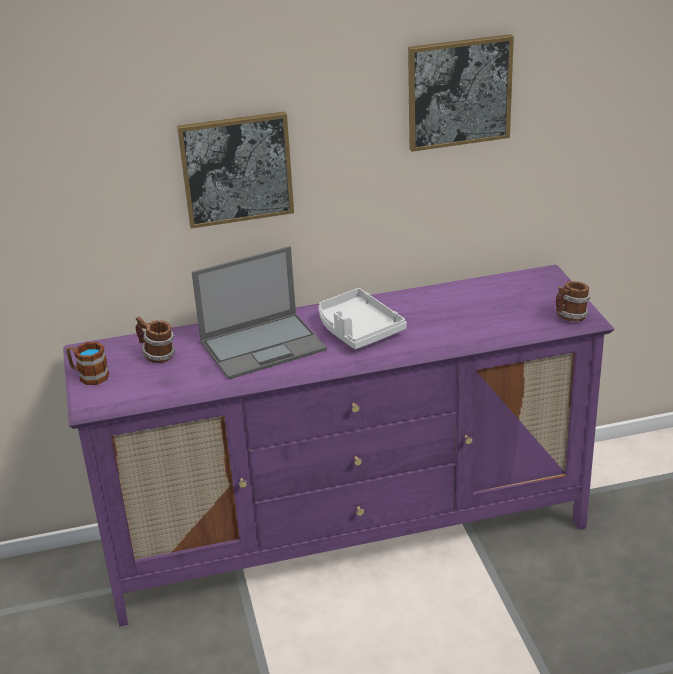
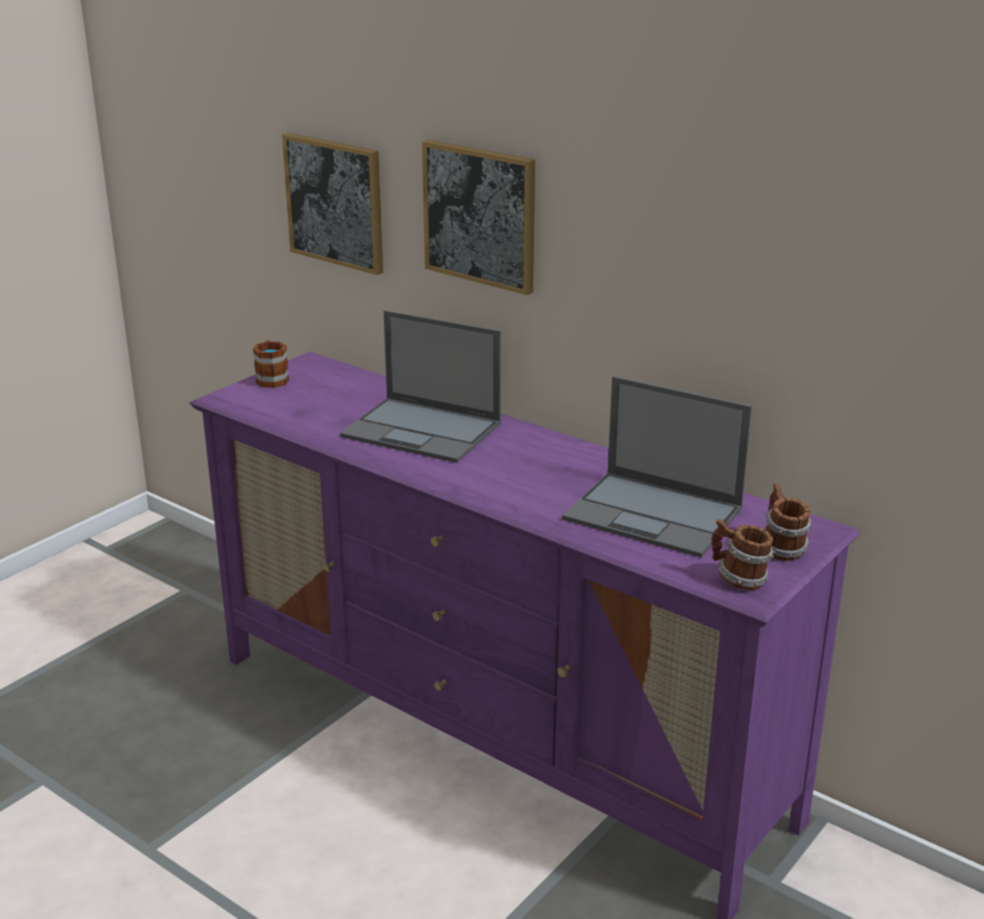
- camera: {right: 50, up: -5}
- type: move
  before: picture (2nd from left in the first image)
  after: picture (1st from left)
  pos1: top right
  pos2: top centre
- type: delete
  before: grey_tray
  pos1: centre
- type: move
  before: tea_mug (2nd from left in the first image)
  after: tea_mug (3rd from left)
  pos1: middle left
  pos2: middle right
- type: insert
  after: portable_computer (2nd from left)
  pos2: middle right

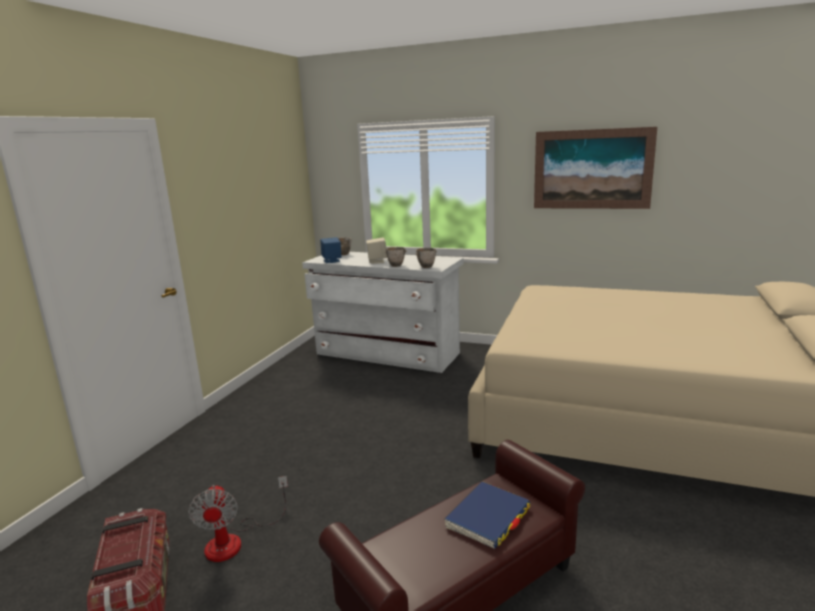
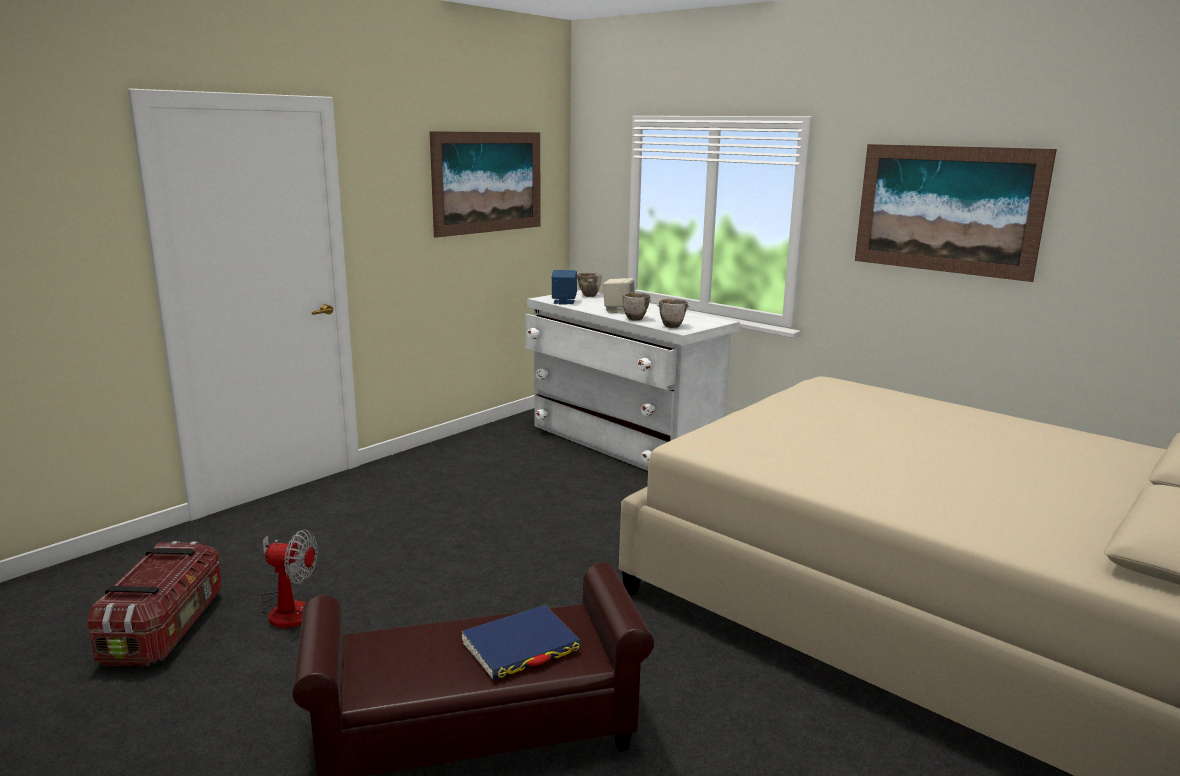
- camera: {right: 20, up: 0}
- type: rotate
  before: cooling_fan
  pos1: bottom left
  pos2: bottom left
  turn: -90
- type: insert
  after: picture (1st from left)
  pos2: top centre

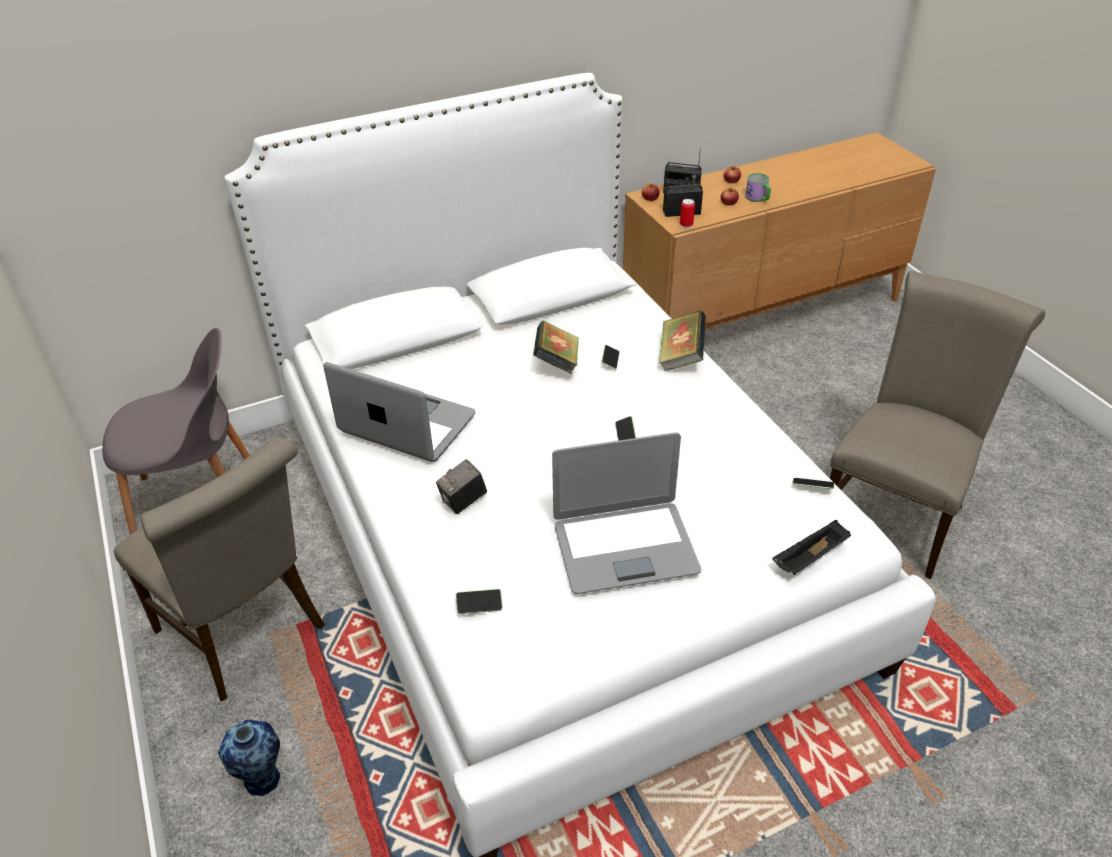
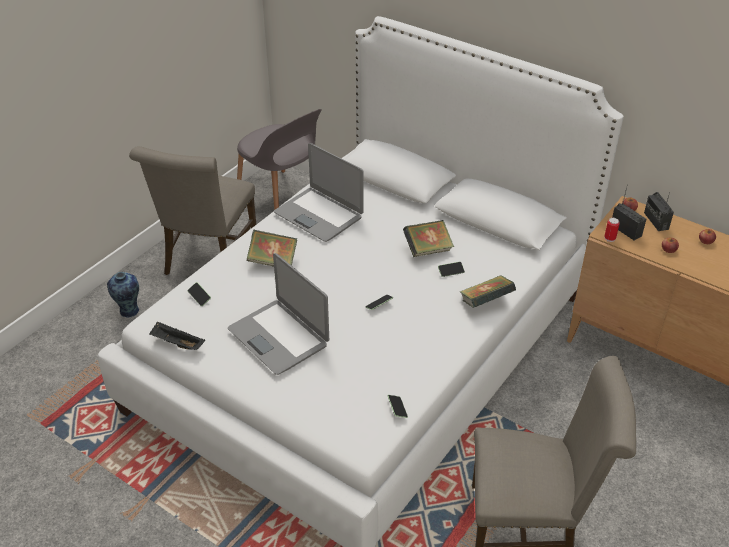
- camera: {right: 60, up: 0}
- type: delete
  before: tea_mug
  pos1: top right
- type: rotate
  before: portable_computer (1st from left in the first image)
  pos1: centre
  pos2: centre
  turn: 135
- type: replace
  before: photo_camera
  after: book (1st from left)
  pos1: centre
  pos2: centre
- type: move
  before: blackish_tray
  pos1: middle right
  pos2: middle left

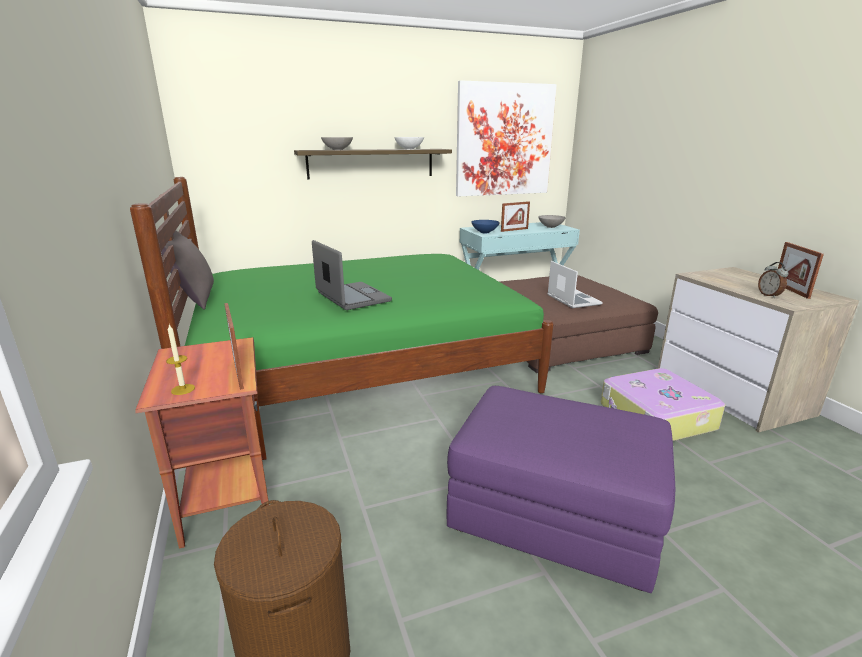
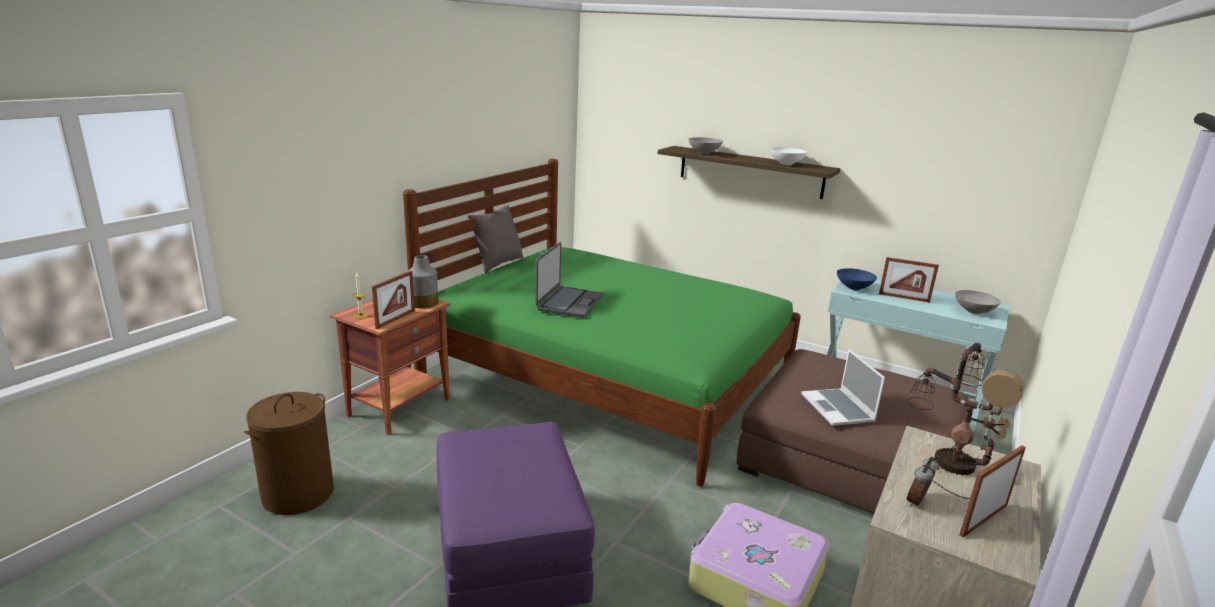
- camera: {right: 50, up: 0}
- type: delete
  before: picture
  pos1: top centre
- type: rotate
  before: portable_computer (2nd from left)
  pos1: middle right
  pos2: middle right
  turn: 135
- type: insert
  after: grey_vase
  pos2: centre
- type: insert
  after: tabletop_lamp
  pos2: bottom right

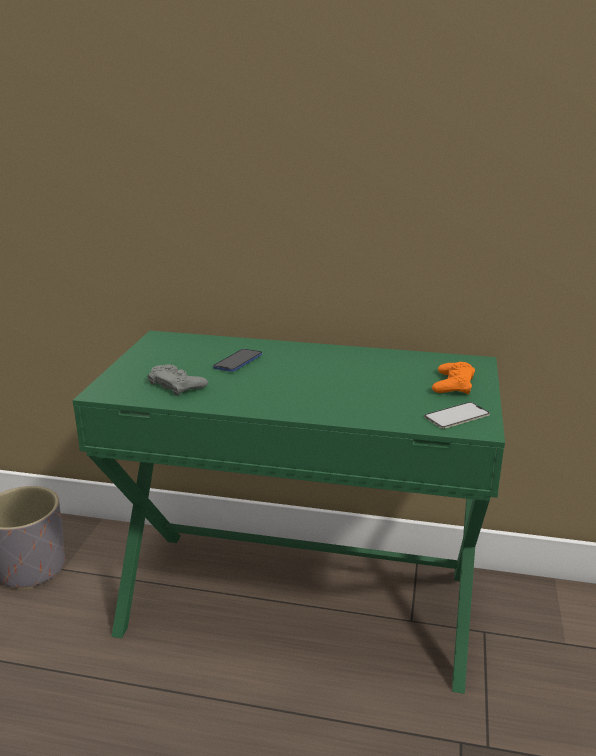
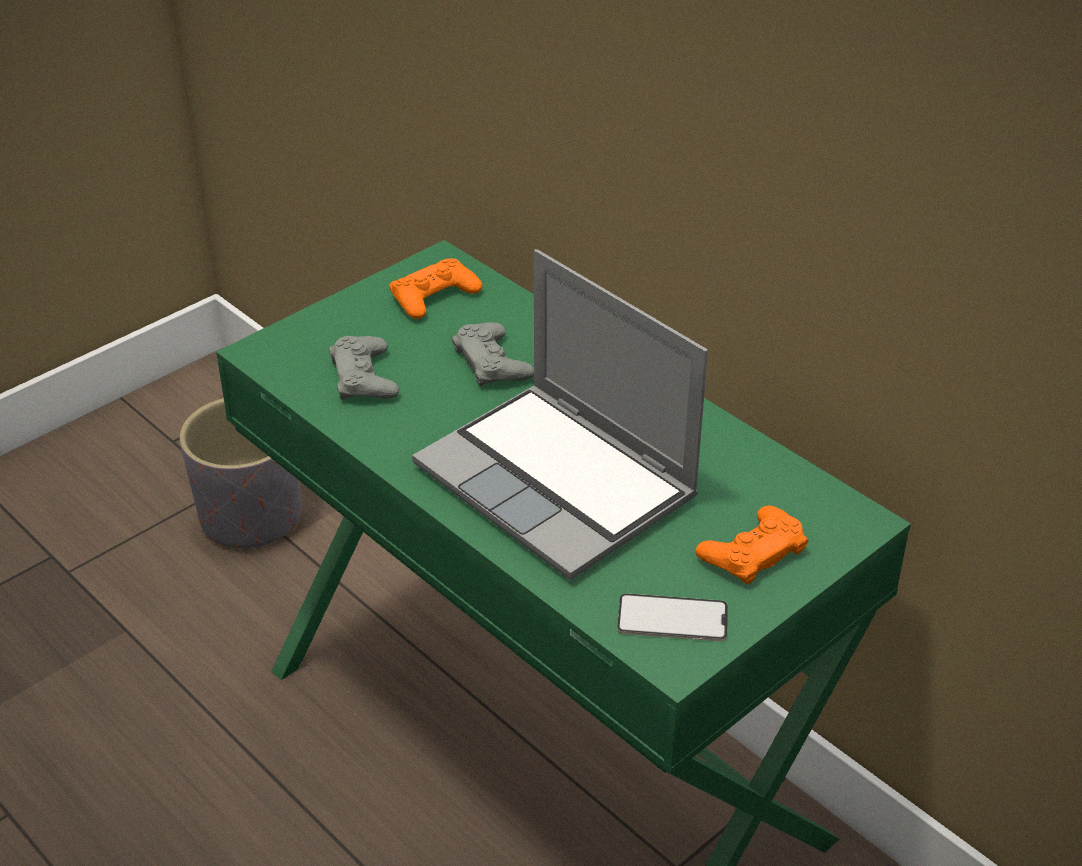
- camera: {right: 35, up: 15}
- type: replace
  before: handset (1st from left)
  after: grey_gamepad (2nd from left)
  pos1: centre
  pos2: centre
- type: insert
  after: portable_computer
  pos2: centre
- type: insert
  after: orangey_gamepad (1st from left)
  pos2: top centre

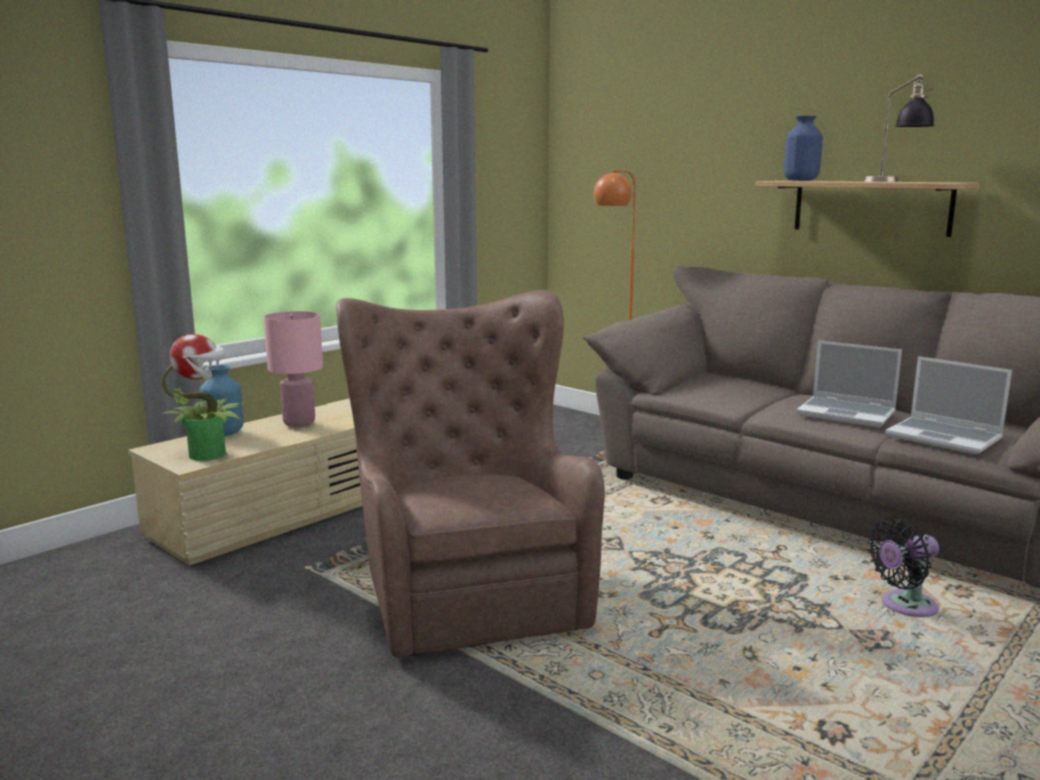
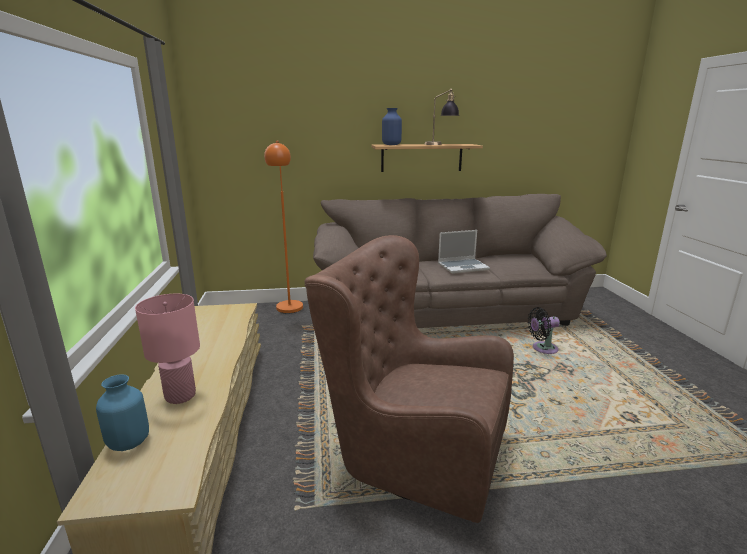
- camera: {right: -50, up: 5}
- type: delete
  before: plant_in_a_pot
  pos1: middle left
- type: delete
  before: portable_computer (2nd from left)
  pos1: middle right
- type: rotate
  before: blackish_cooling_fan
  pos1: bottom right
  pos2: middle right
  turn: 60

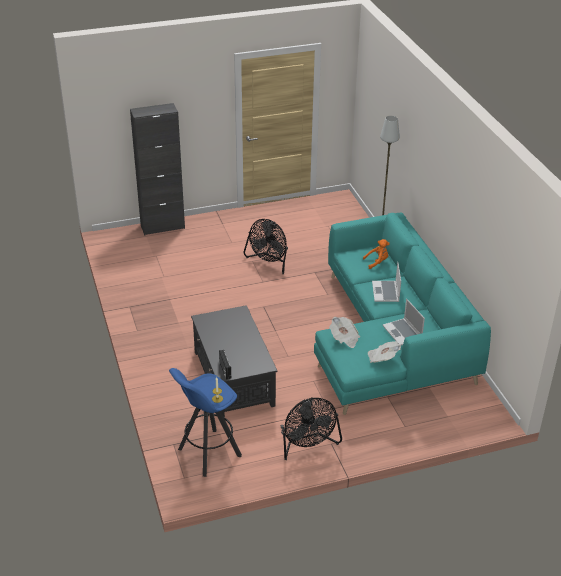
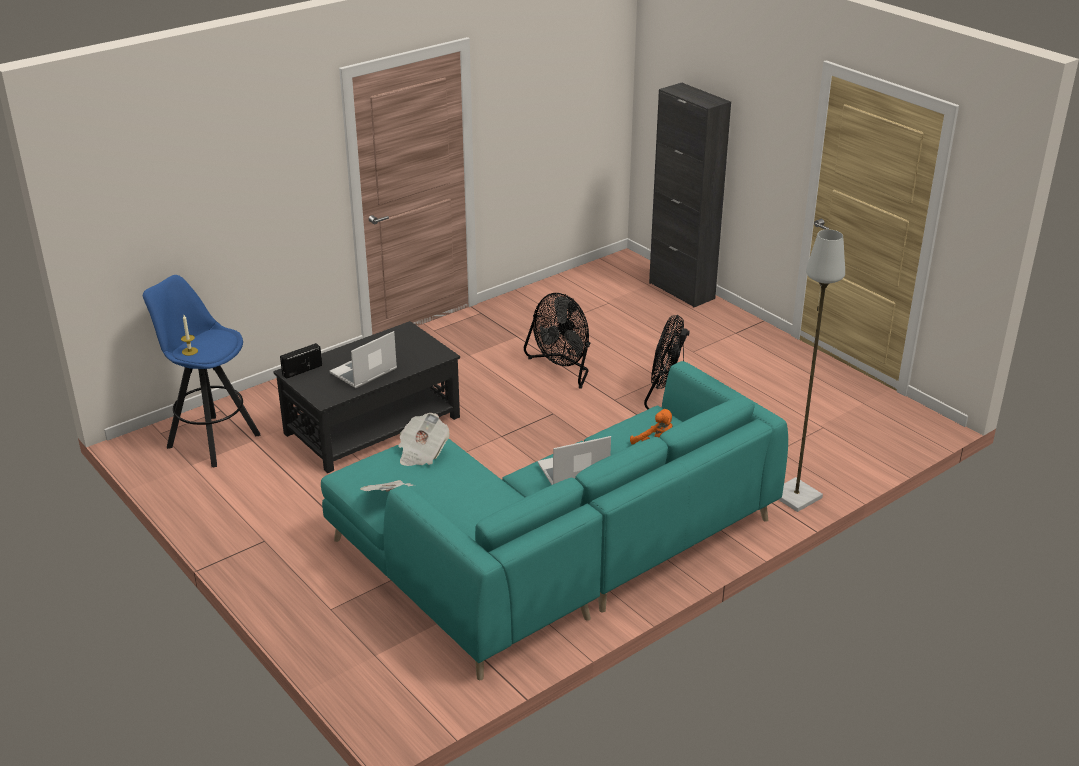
- camera: {right: 70, up: -5}
- type: move
  before: portable_computer (2nd from left in the first image)
  after: portable_computer (1st from left)
  pos1: middle right
  pos2: centre
- type: move
  before: blackish_cooling_fan (2nd from left in the first image)
  after: blackish_cooling_fan (1st from left)
  pos1: bottom centre
  pos2: centre

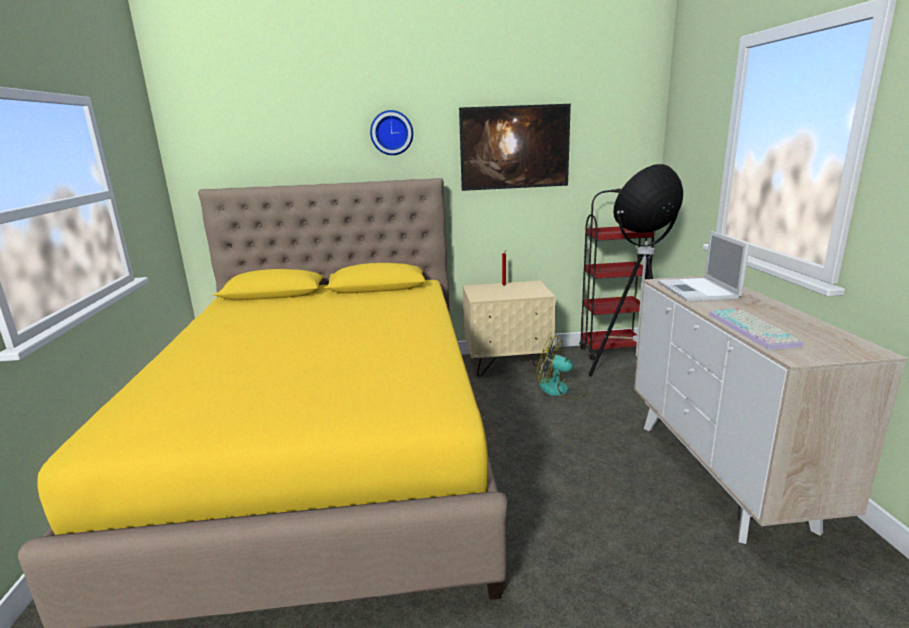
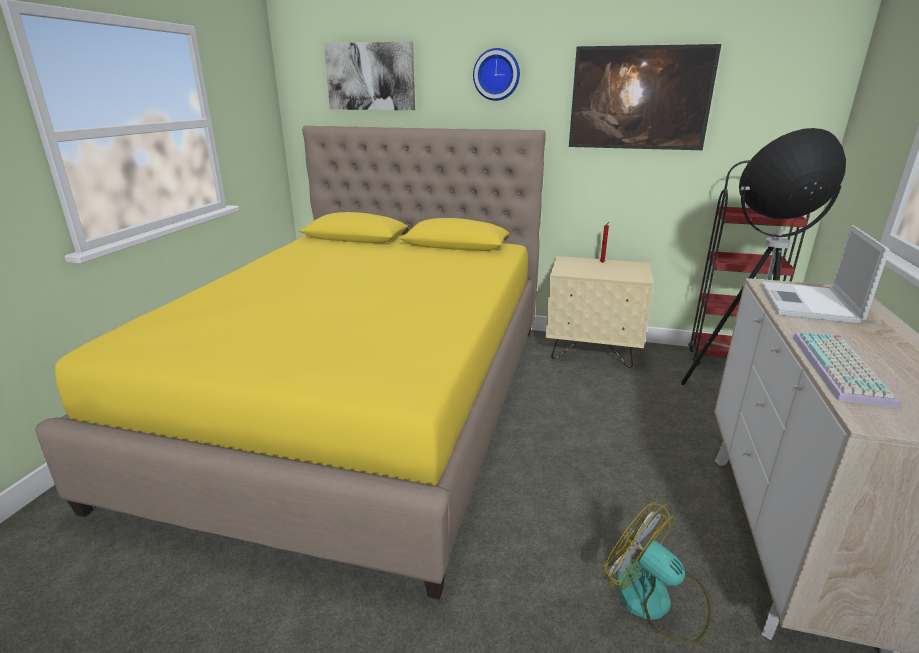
- camera: {right: 20, up: 5}
- type: move
  before: cooling_fan
  pos1: centre
  pos2: bottom right
- type: insert
  after: picture (1st from left)
  pos2: top centre

